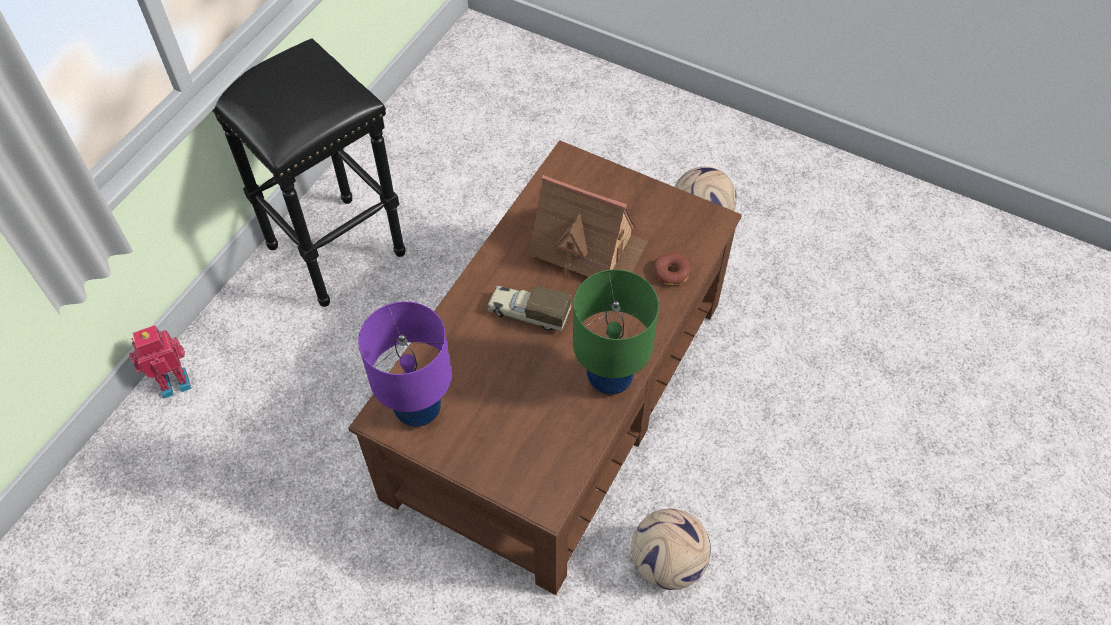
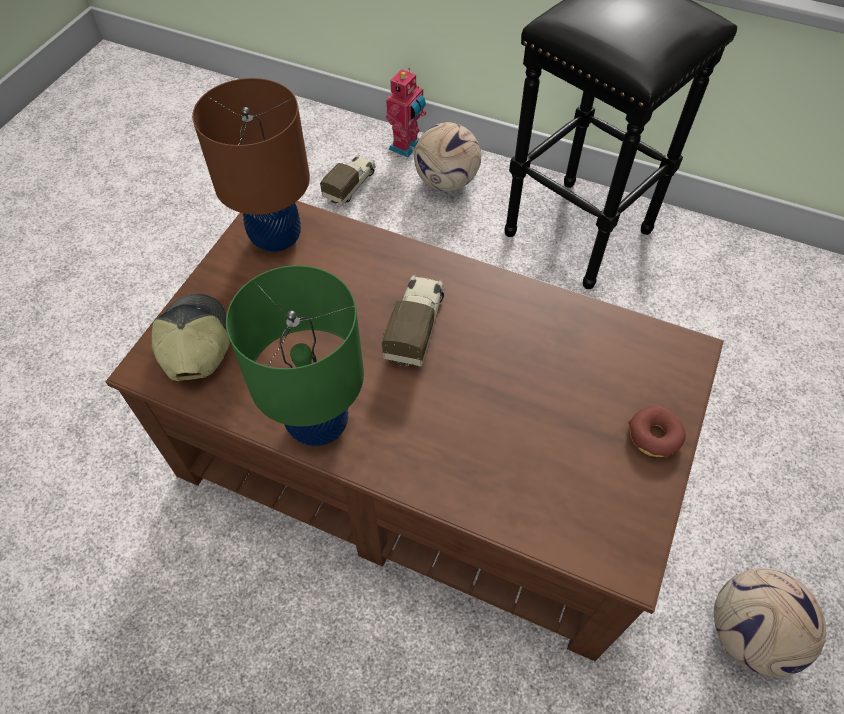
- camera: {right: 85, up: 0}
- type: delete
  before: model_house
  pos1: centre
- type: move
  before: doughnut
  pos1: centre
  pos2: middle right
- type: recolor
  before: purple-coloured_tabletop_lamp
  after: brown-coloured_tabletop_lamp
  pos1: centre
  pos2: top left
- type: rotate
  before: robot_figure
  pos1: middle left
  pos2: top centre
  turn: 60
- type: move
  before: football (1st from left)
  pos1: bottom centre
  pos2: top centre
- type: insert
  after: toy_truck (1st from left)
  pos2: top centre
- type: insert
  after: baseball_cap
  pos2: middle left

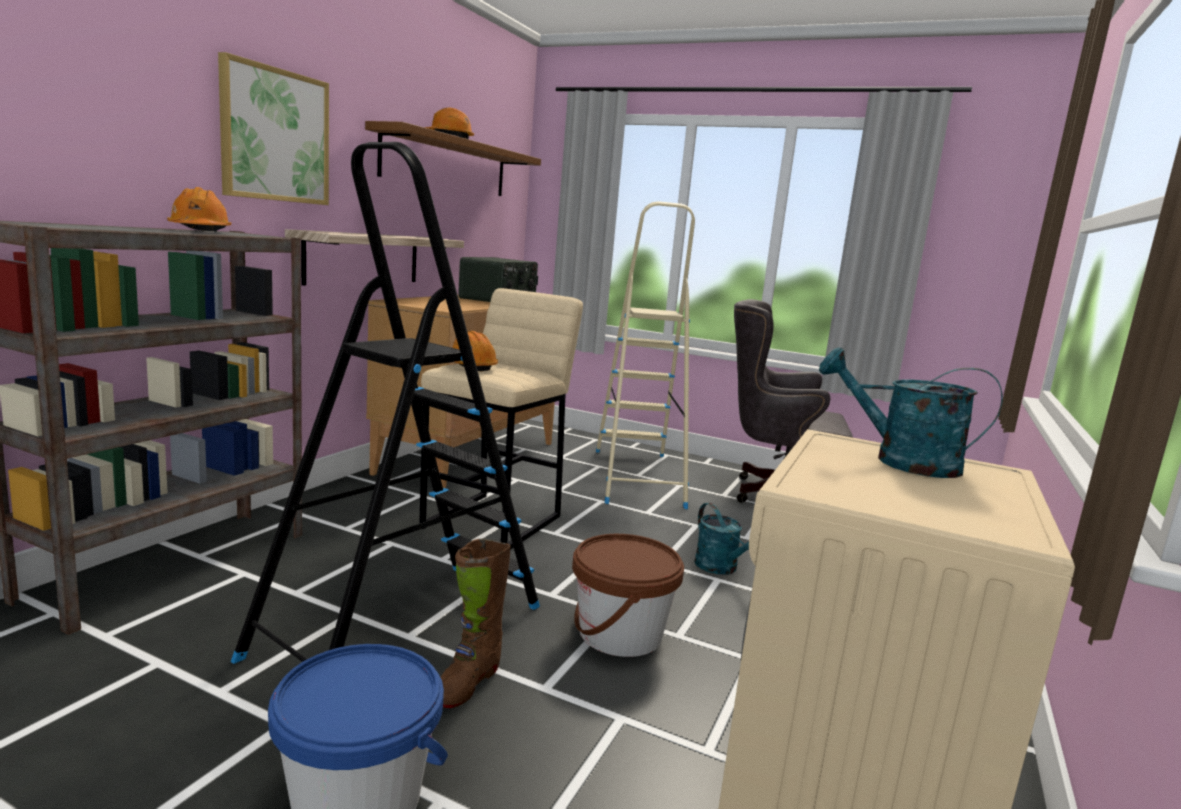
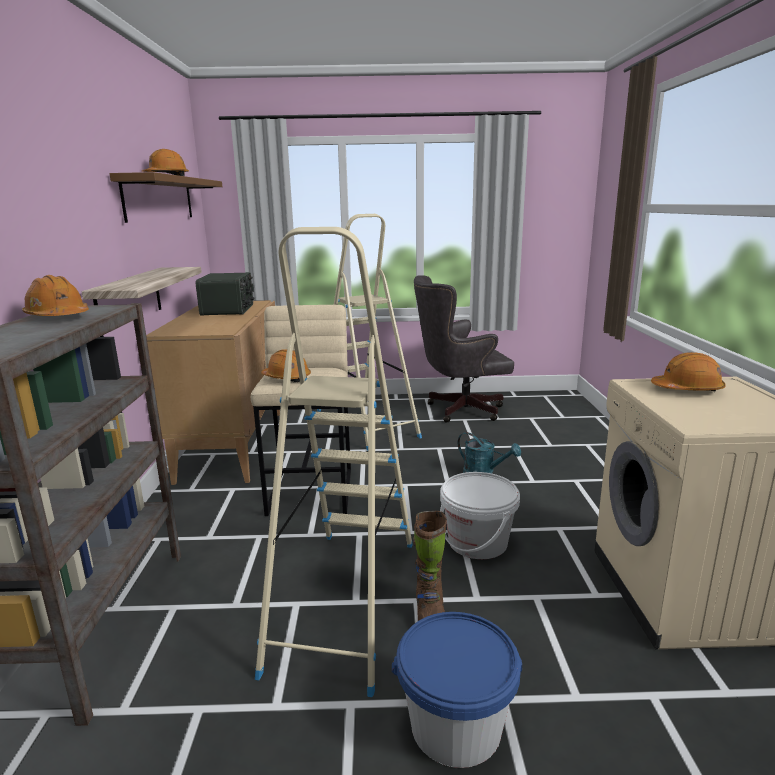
- camera: {right: -25, up: 5}
- type: delete
  before: picture
  pos1: top left
- type: recolor
  before: blackish_stepladder
  after: beige_stepladder (1st from left)
  pos1: middle left
  pos2: centre
- type: replace
  before: turquoise_watering_pot (2nd from left)
  after: orangey_work_helmet (4th from left)
  pos1: middle right
  pos2: middle right
- type: recolor
  before: brown-coloured_bucket
  after: white_bucket
  pos1: bottom centre
  pos2: centre

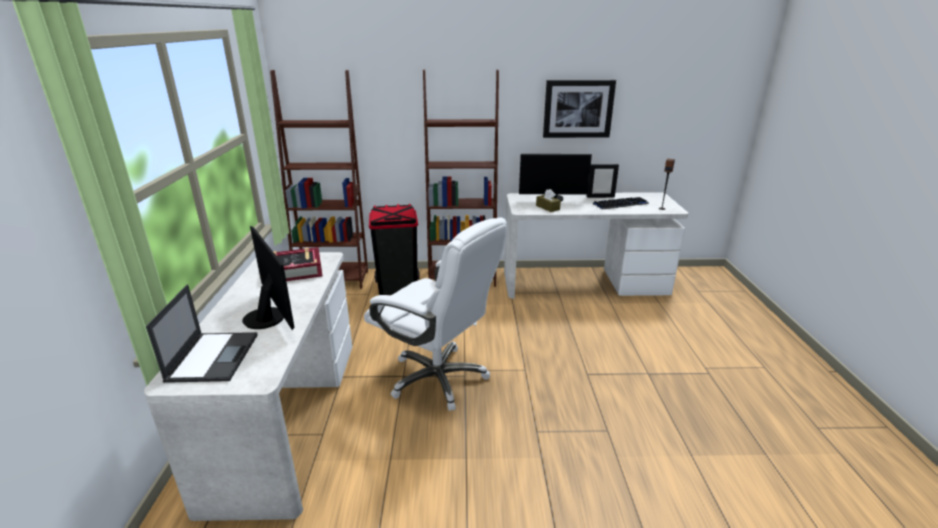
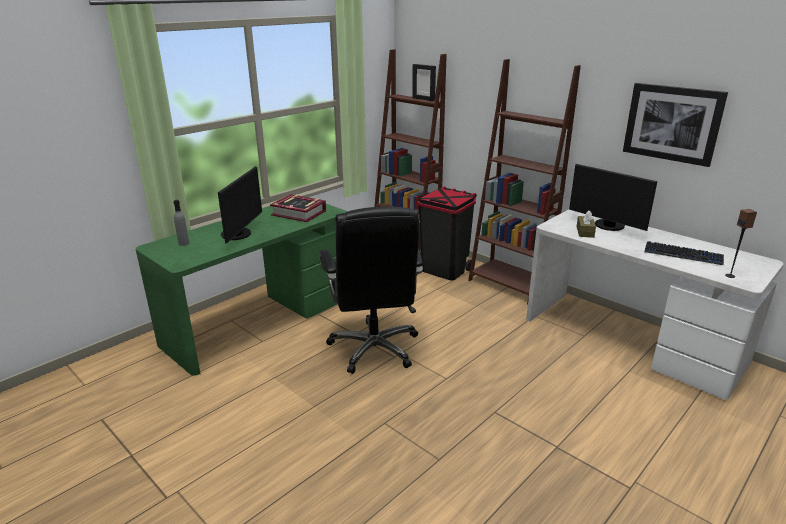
- camera: {right: 45, up: 0}
- type: move
  before: standing_frame
  pos1: centre
  pos2: top centre
- type: recolor
  before: white_office_chair
  after: blackish_office_chair
  pos1: centre
  pos2: centre
- type: recolor
  before: white_desk_unit (1st from left)
  after: greenish_desk_unit
  pos1: bottom left
  pos2: middle left
- type: replace
  before: portable_computer
  after: grey_drink_bottle
  pos1: middle left
  pos2: middle left

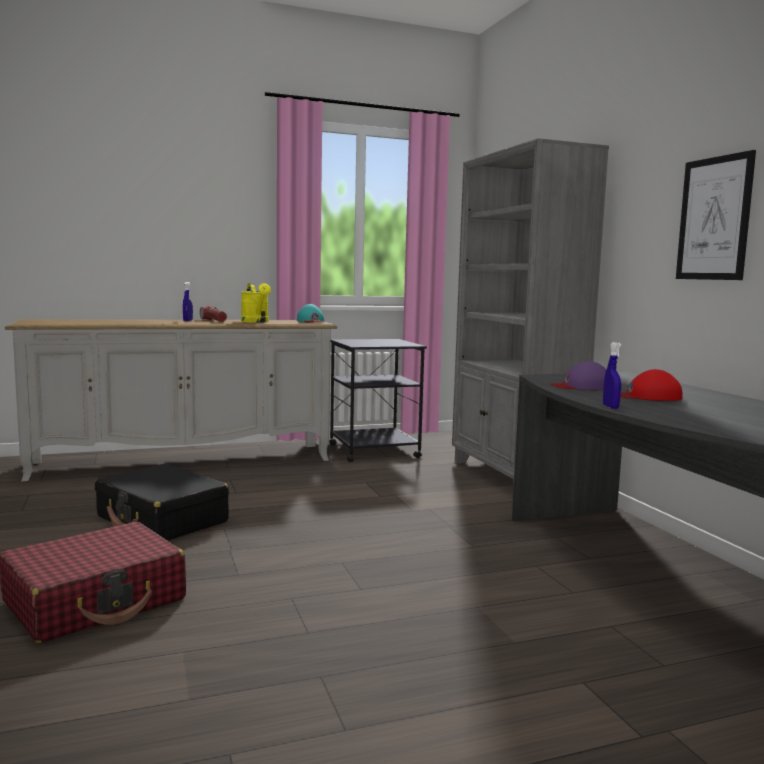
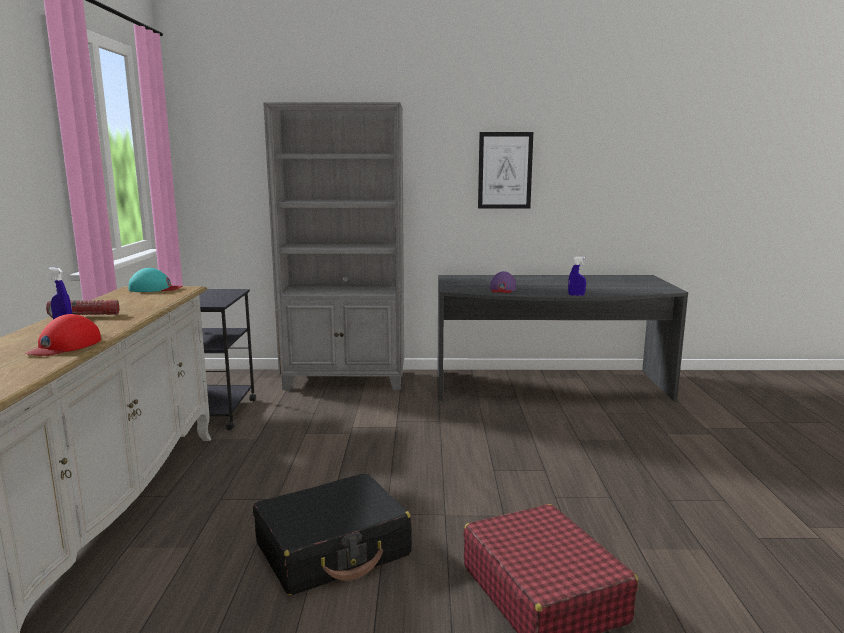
- camera: {right: -70, up: 5}
- type: delete
  before: yellow_watering_pot
  pos1: centre
- type: move
  before: reddish_baseball_cap
  pos1: middle right
  pos2: middle left

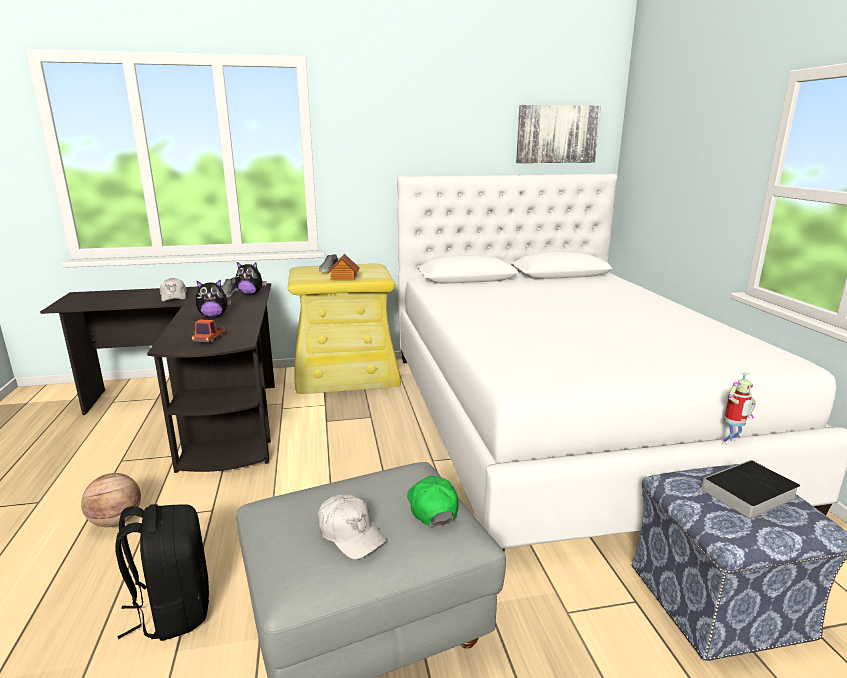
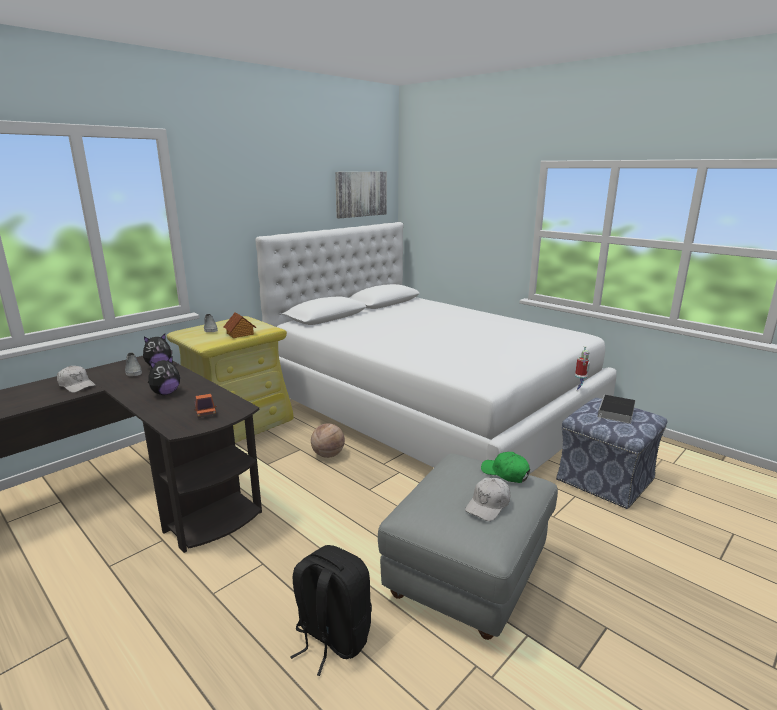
- camera: {right: -35, up: 0}
- type: move
  before: basketball_ball
  pos1: bottom left
  pos2: centre
- type: rotate
  before: white_baseball_cap (2nd from left)
  pos1: bottom centre
  pos2: bottom centre
  turn: 120

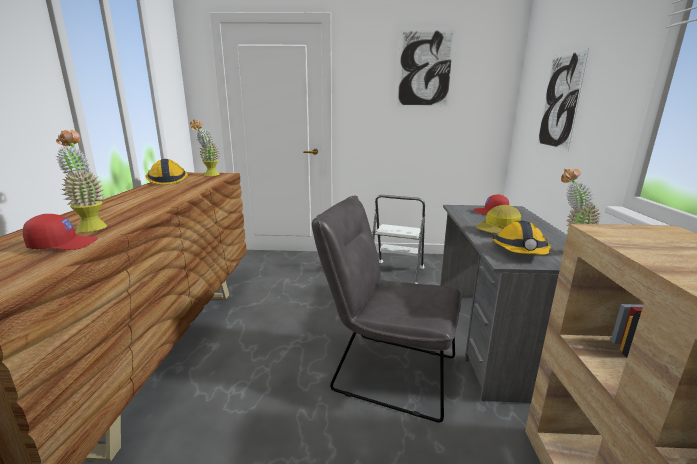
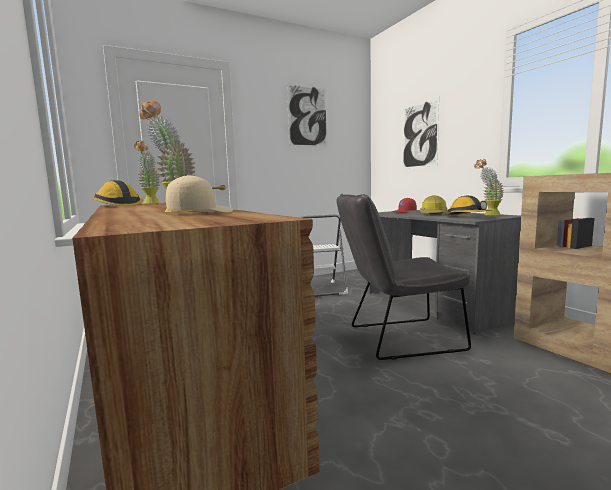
- camera: {right: -30, up: -10}
- type: recolor
  before: reddish_baseball_cap (1st from left)
  after: beige_baseball_cap
  pos1: middle left
  pos2: middle left

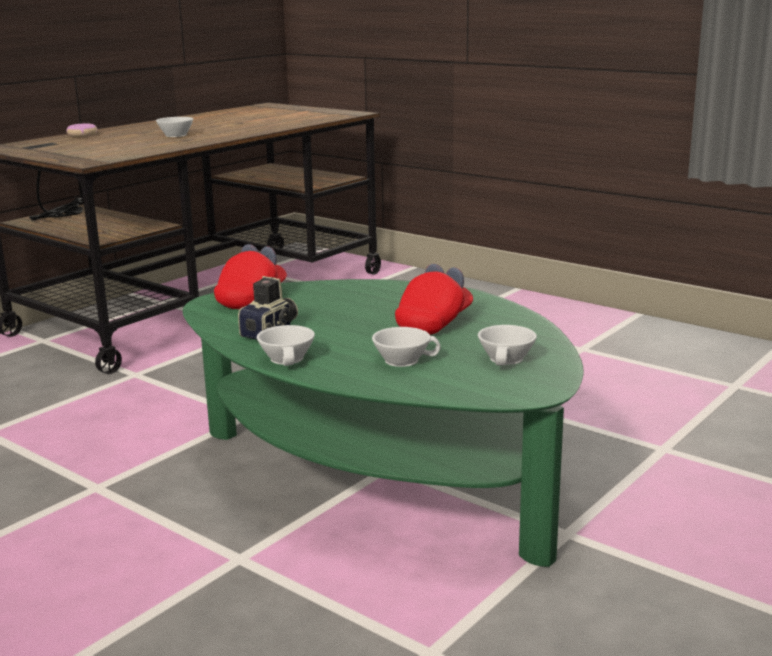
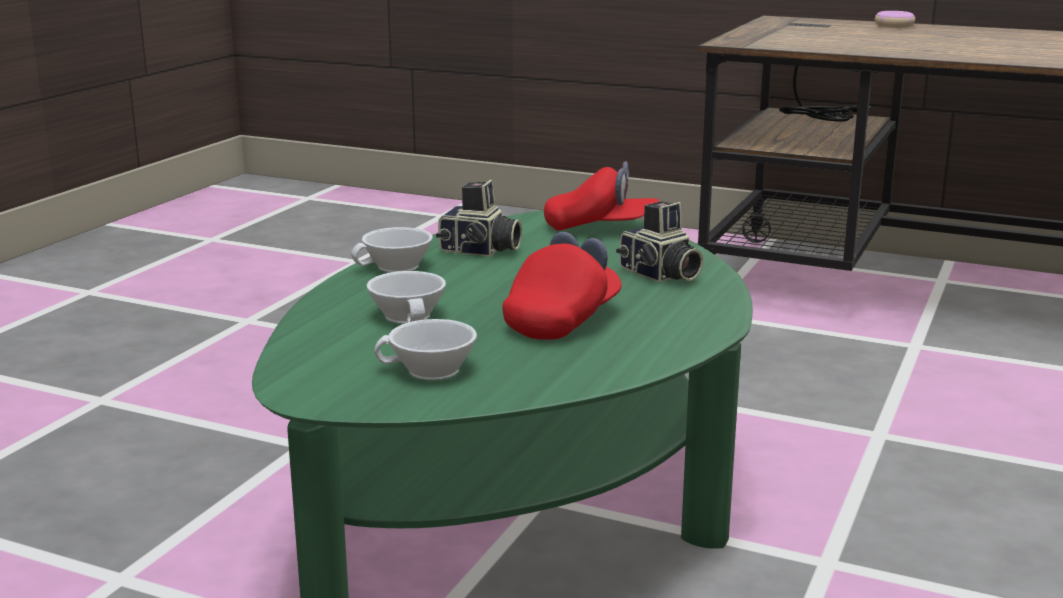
- camera: {right: 75, up: 0}
- type: delete
  before: white_drinking_cup (1st from left)
  pos1: top left
- type: rotate
  before: reddish_baseball_cap (2nd from left in the first image)
  pos1: centre
  pos2: centre
  turn: -75
- type: insert
  after: photo_camera (2nd from left)
  pos2: centre

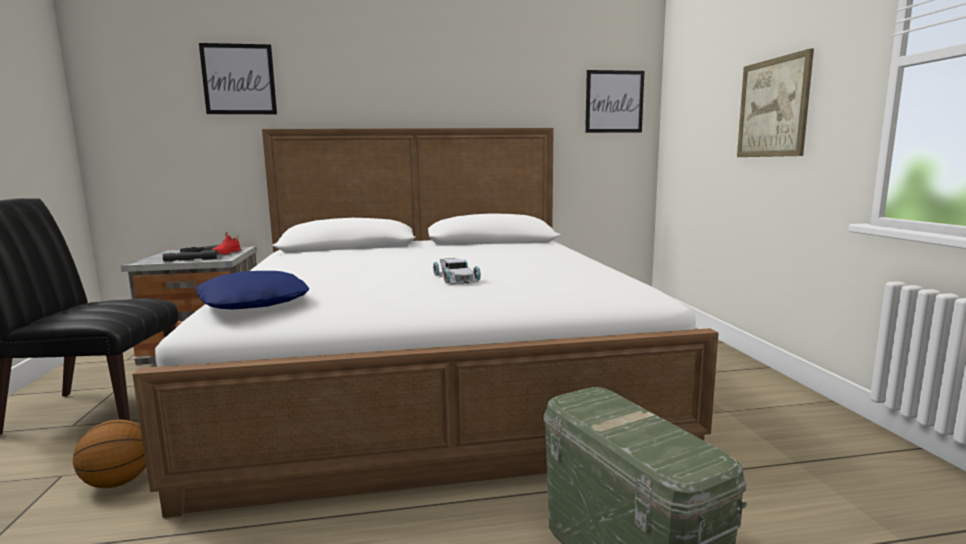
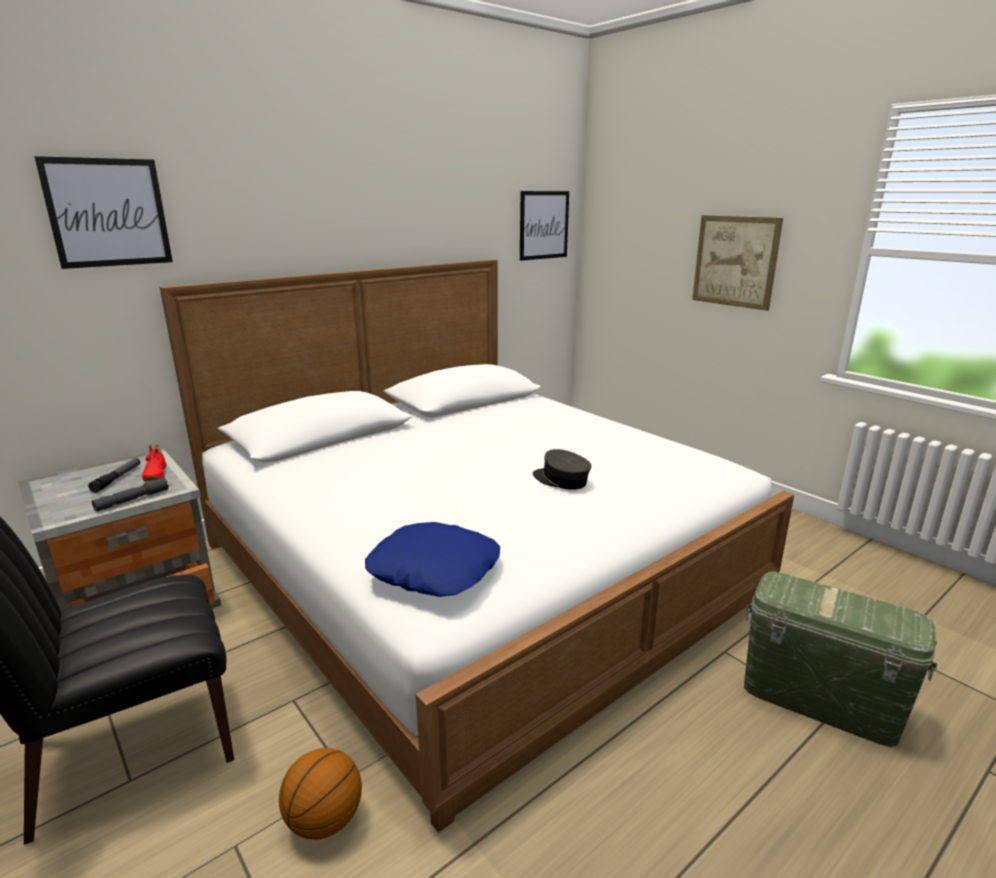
- camera: {right: -30, up: 10}
- type: replace
  before: white_model_car
  after: grey_baseball_cap
  pos1: centre
  pos2: centre

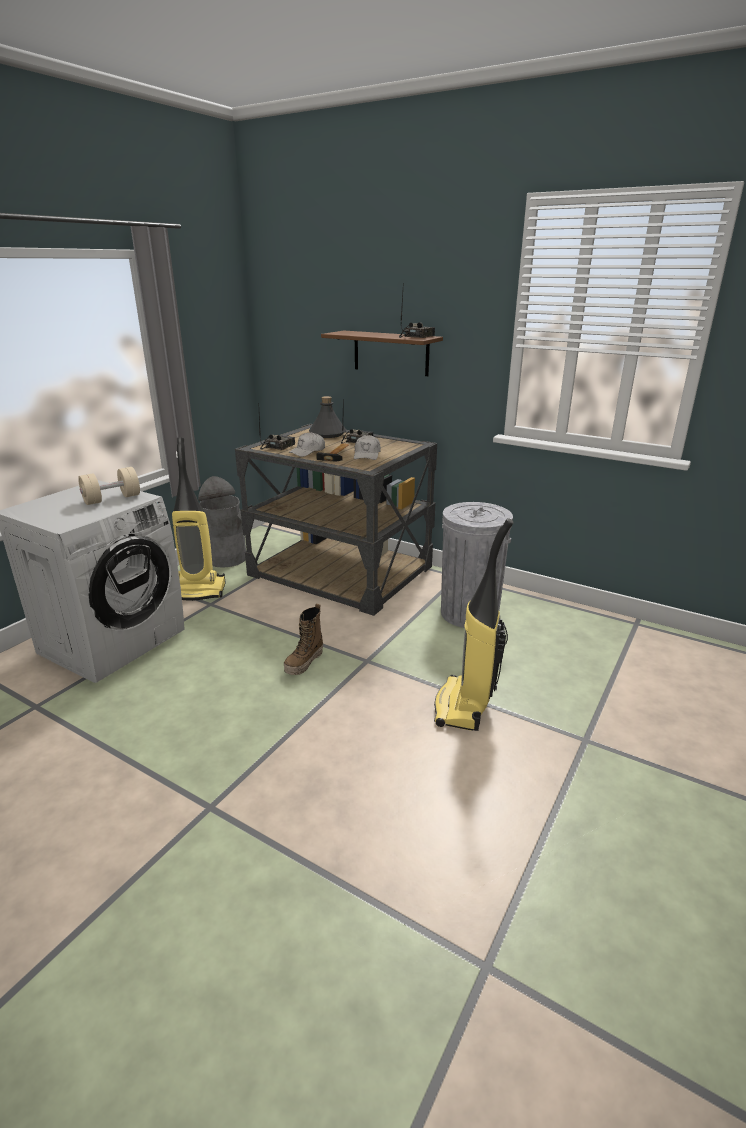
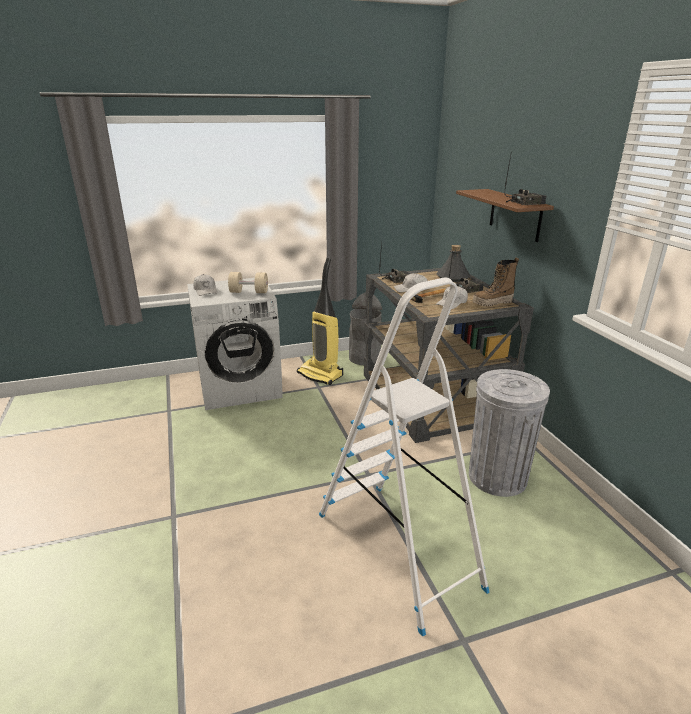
- camera: {right: 40, up: 0}
- type: replace
  before: vacuum (2nd from left)
  after: white_stepladder
  pos1: centre
  pos2: centre
- type: move
  before: boot
  pos1: centre
  pos2: middle right
- type: insert
  after: white_baseball_cap (1st from left)
  pos2: middle left

